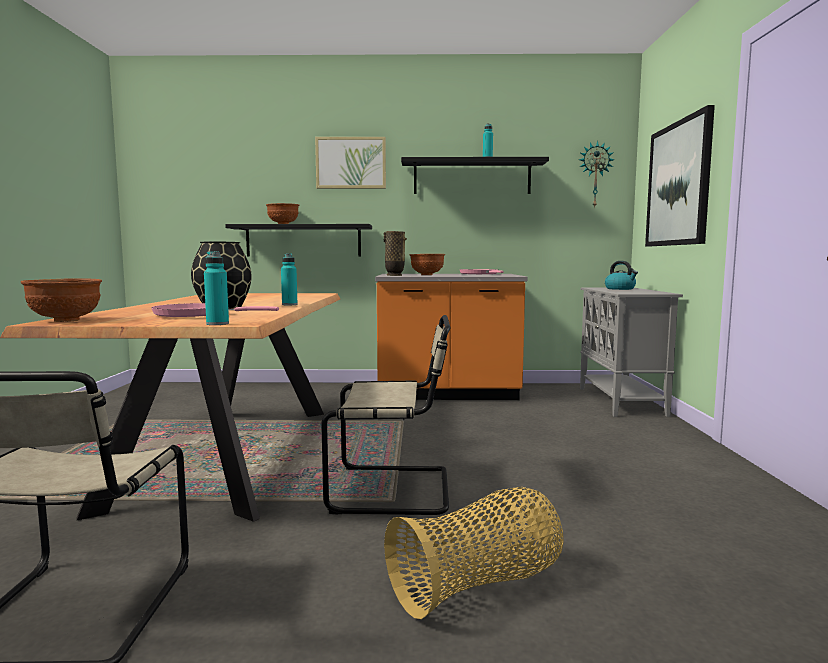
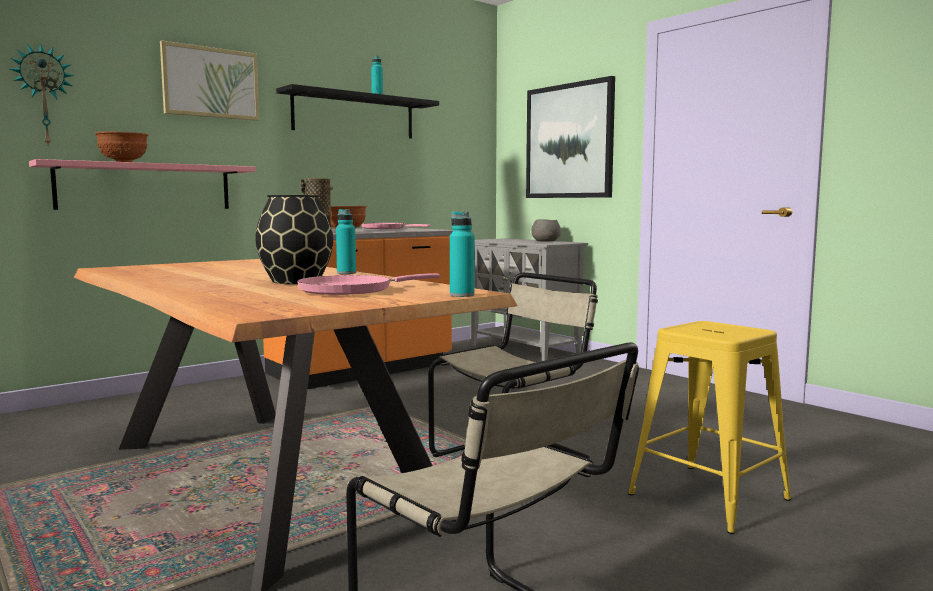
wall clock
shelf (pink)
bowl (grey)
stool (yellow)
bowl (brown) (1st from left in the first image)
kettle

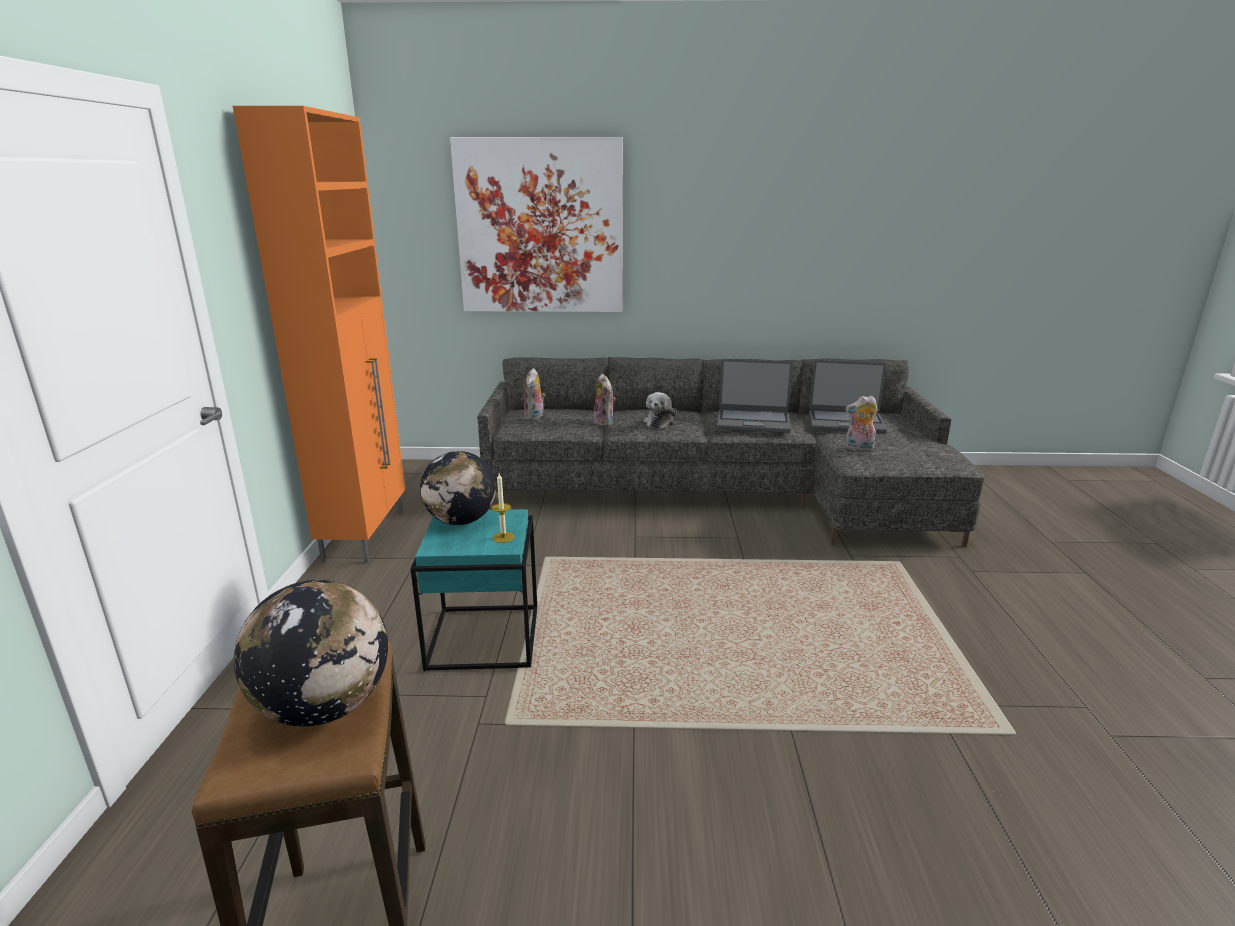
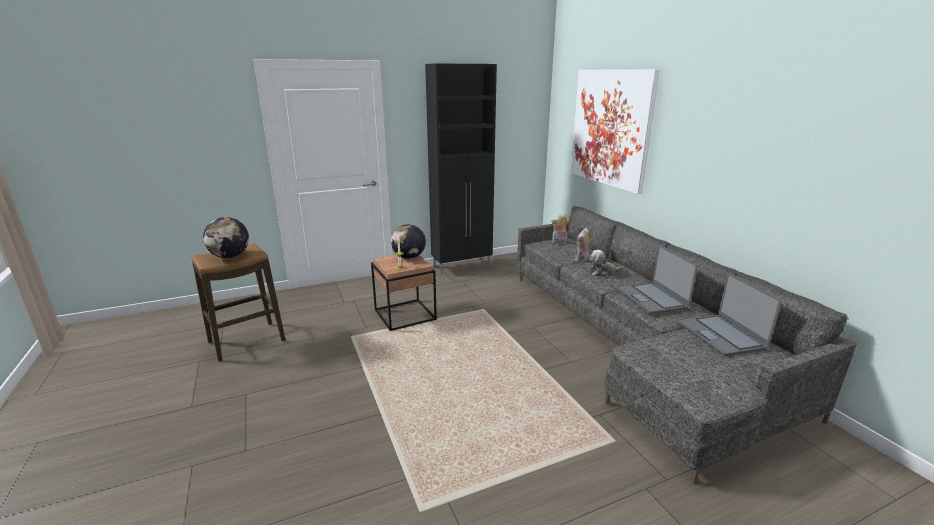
side table (brown)
cabinet (black)
plush toy (4th from left in the first image)

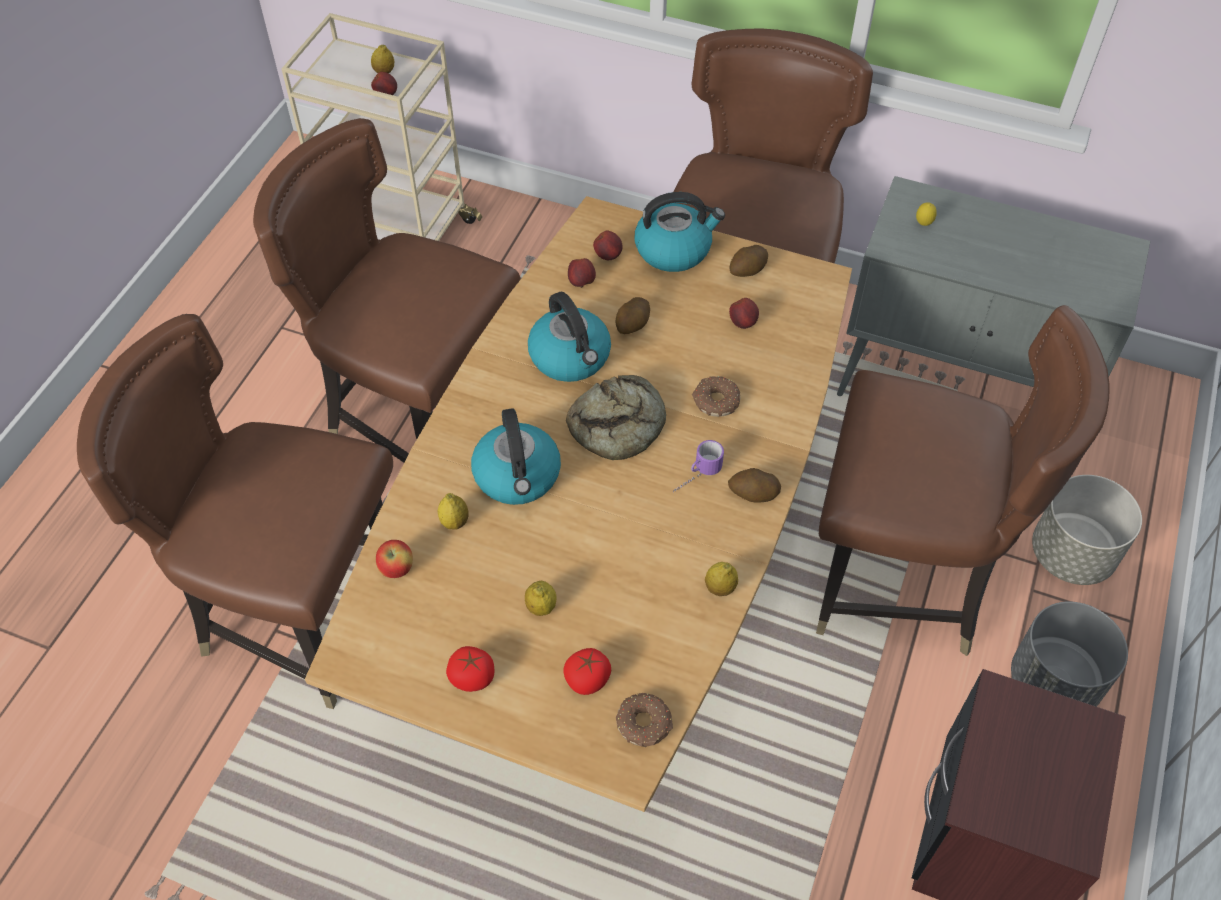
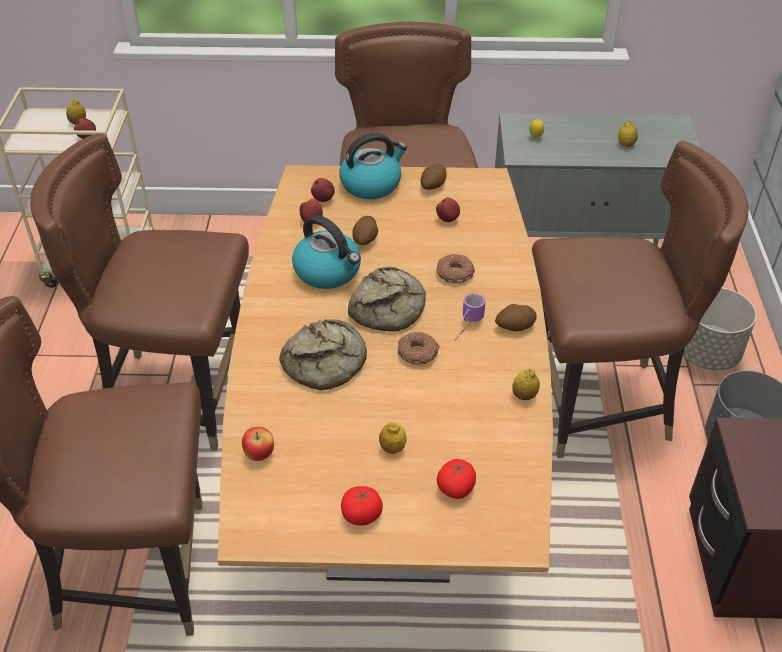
bread (1st from left)
donut (1st from left)
lemon (5th from left)

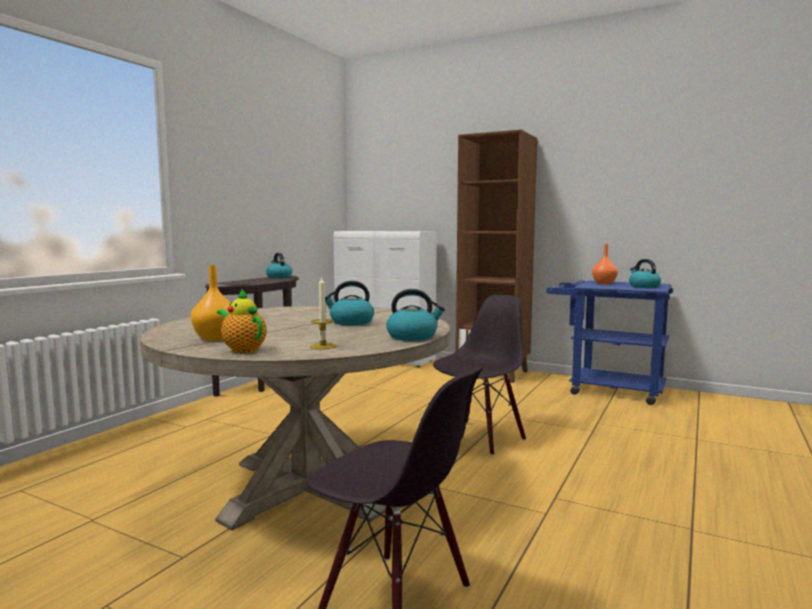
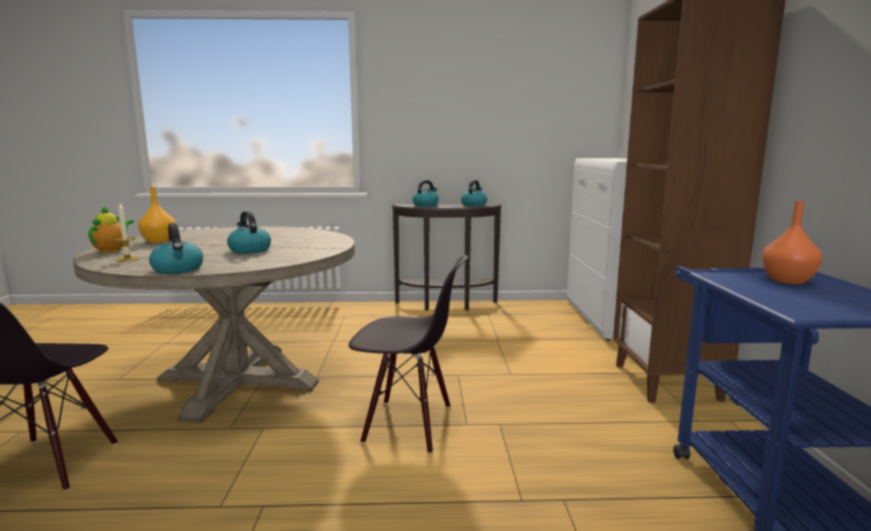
kettle (3rd from left)

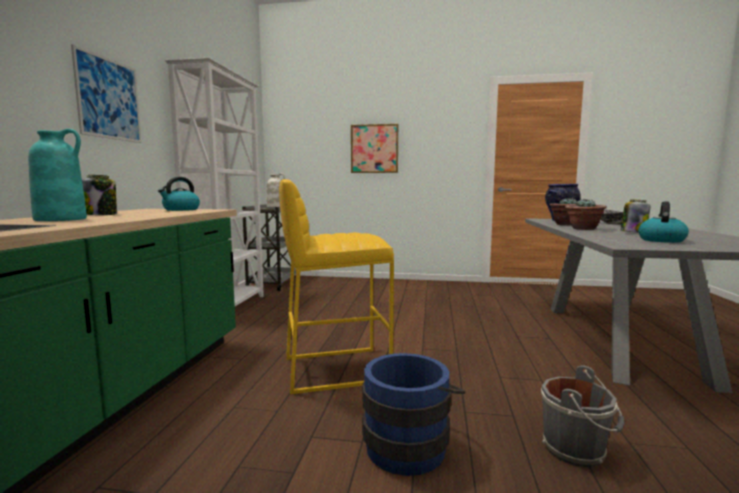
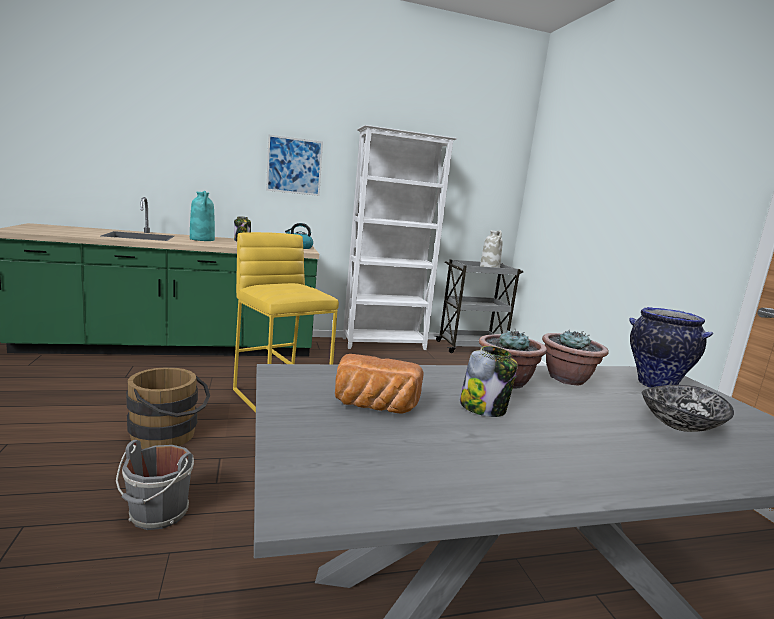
bucket (brown)
bread
picture (2nd from left in the first image)

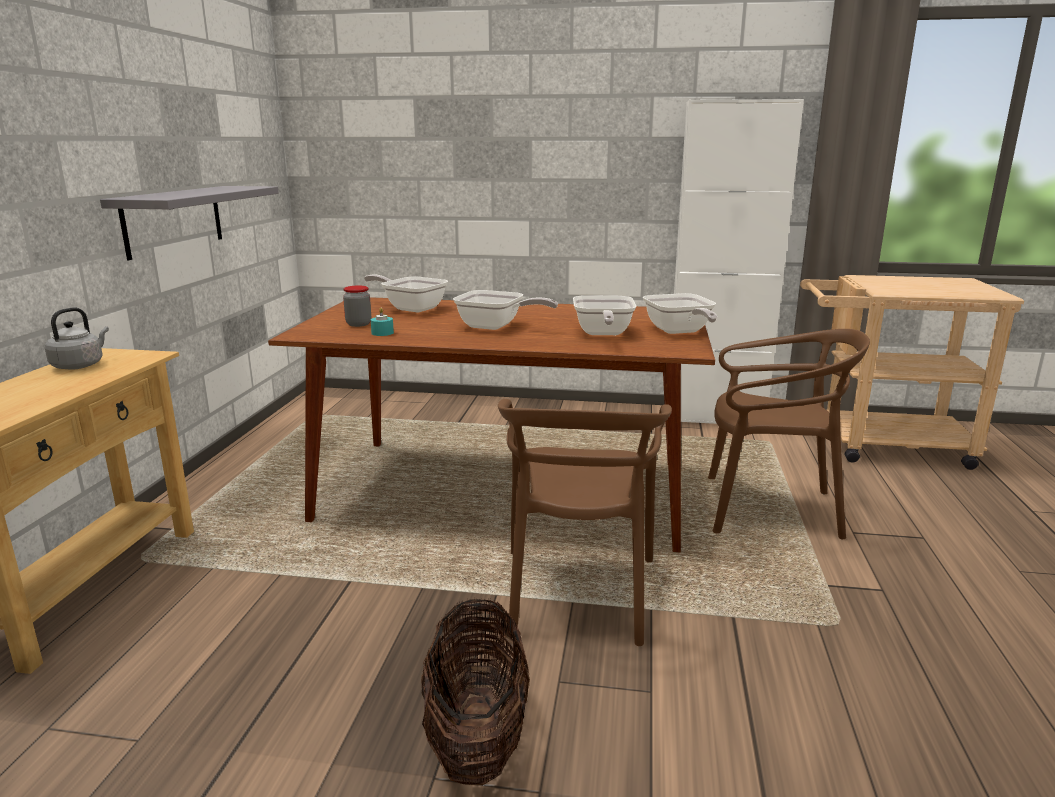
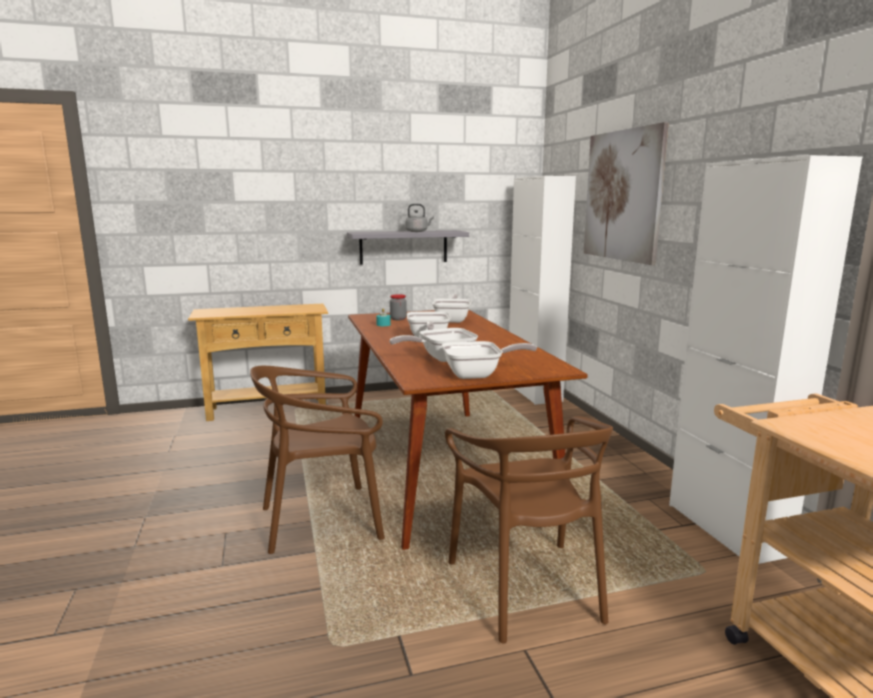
kettle (grey)
frying pan (4th from left)
cabinet (white) (1st from left)
picture
basket

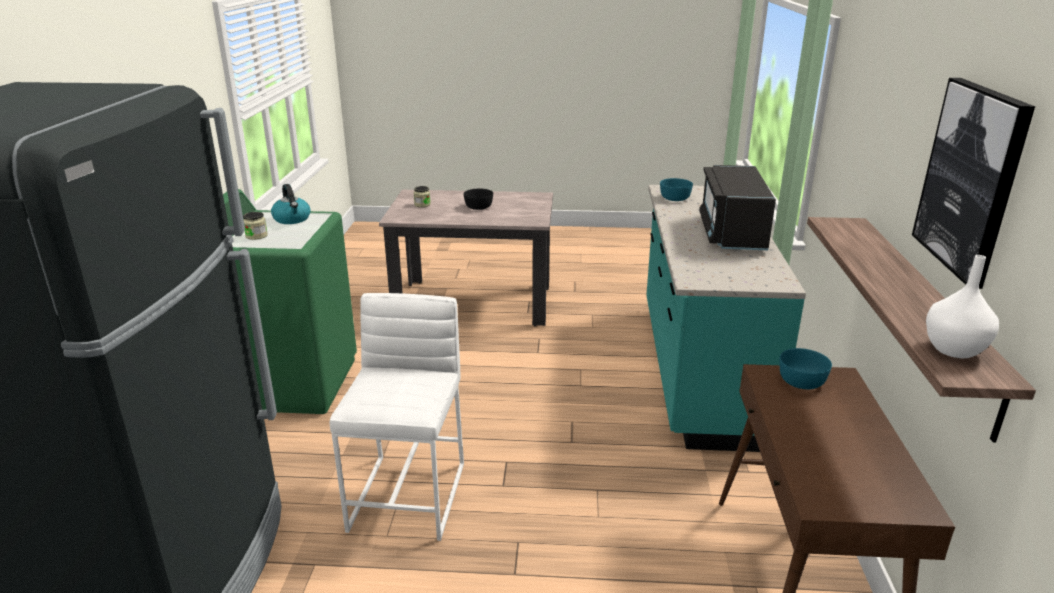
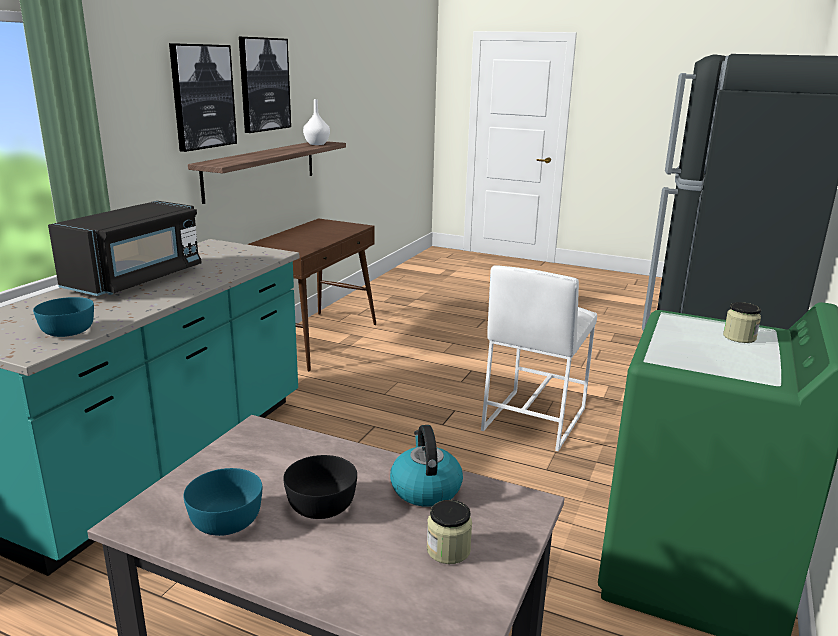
picture (1st from left)
bowl (turquoise) (2nd from left)
kettle

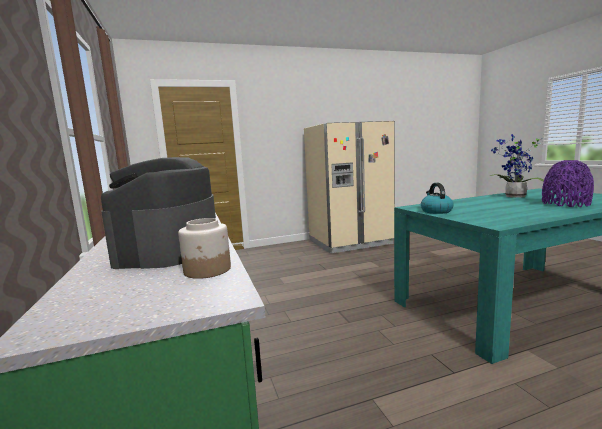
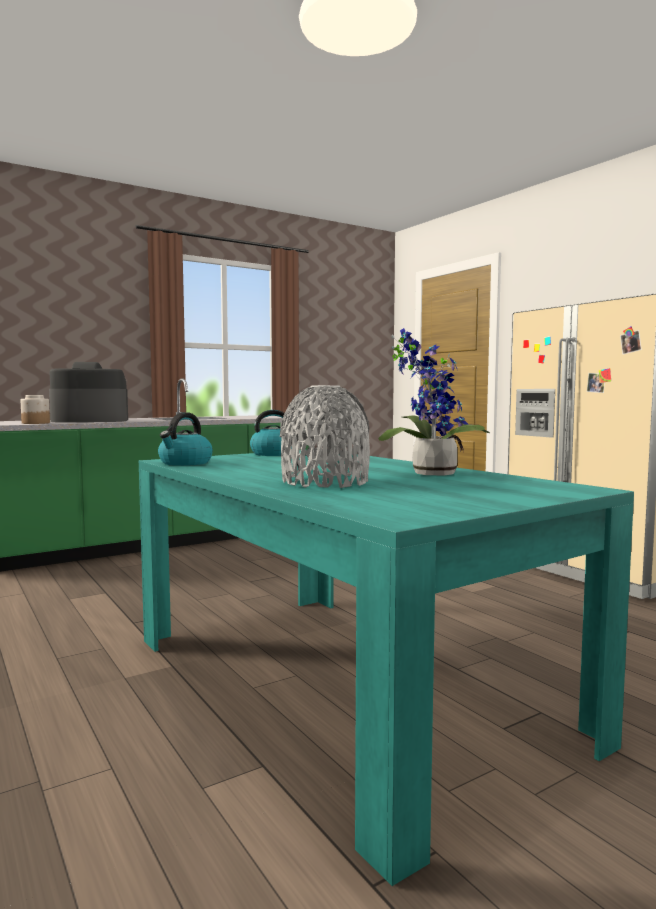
kettle (1st from left)
vase (grey)

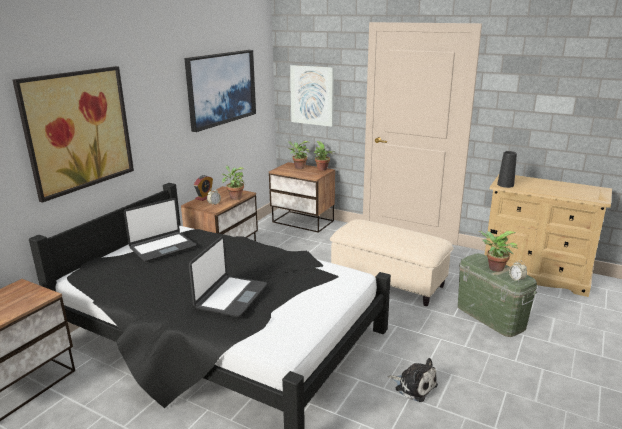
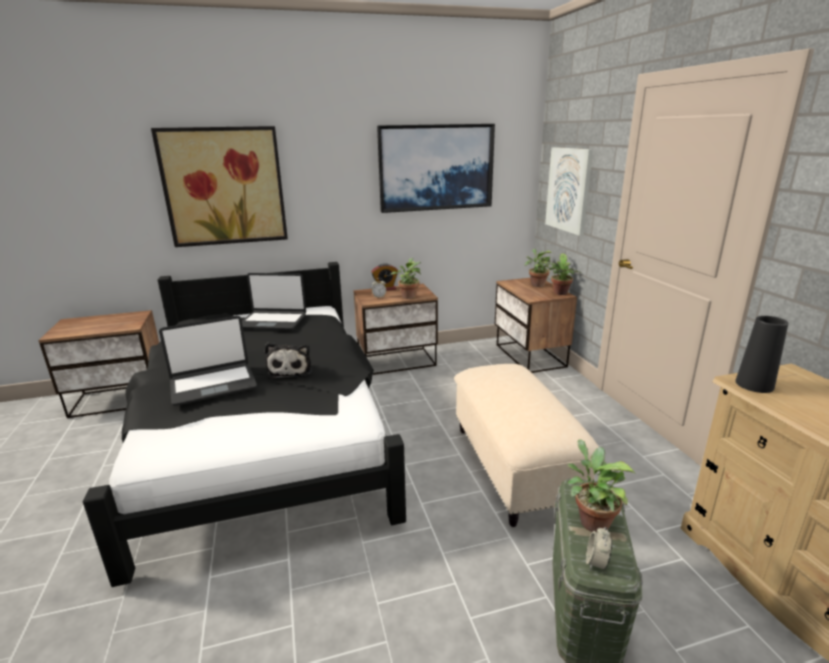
plush toy

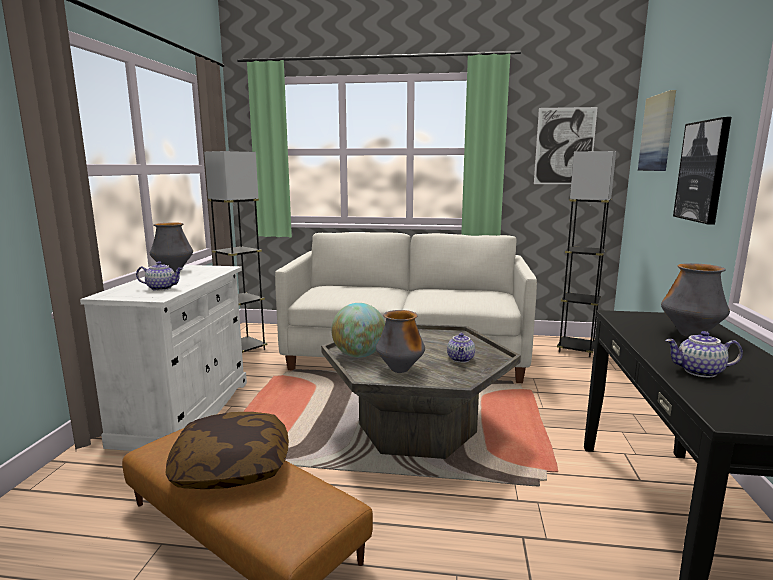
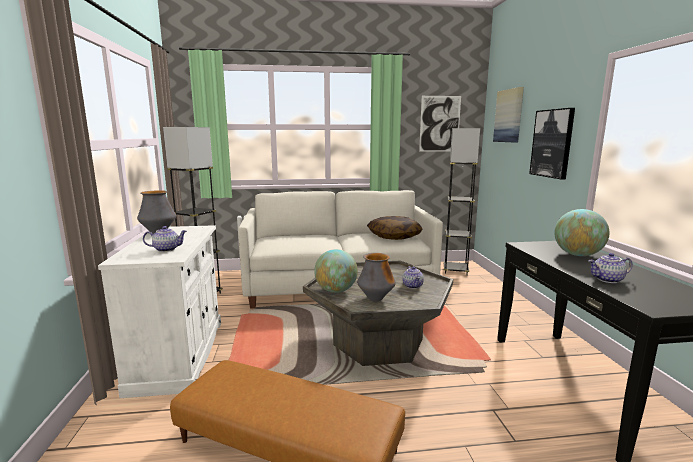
pillow
globe (2nd from left)

